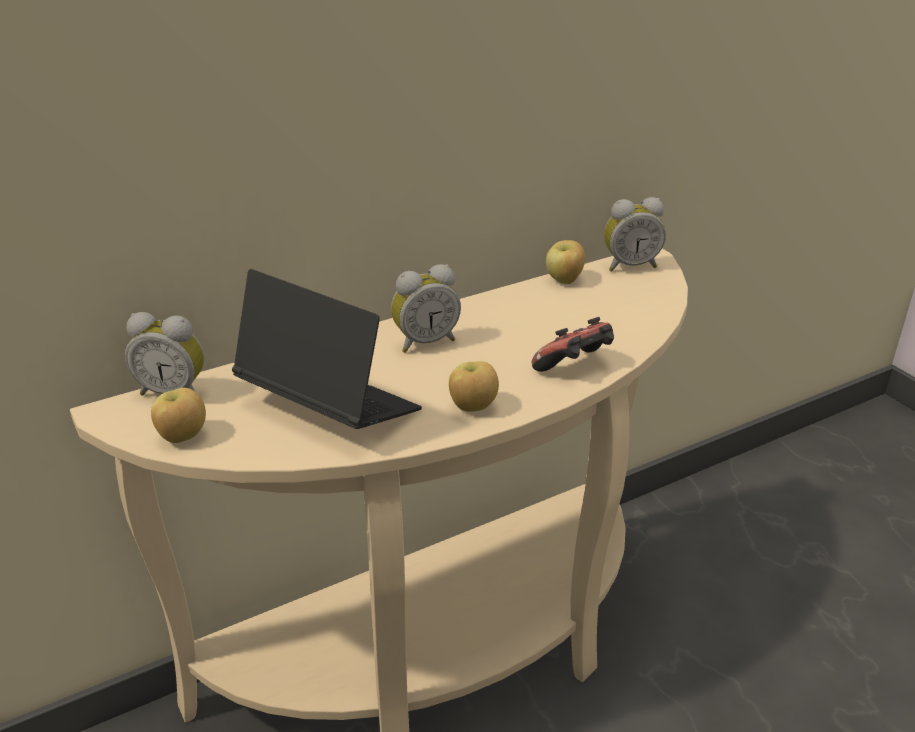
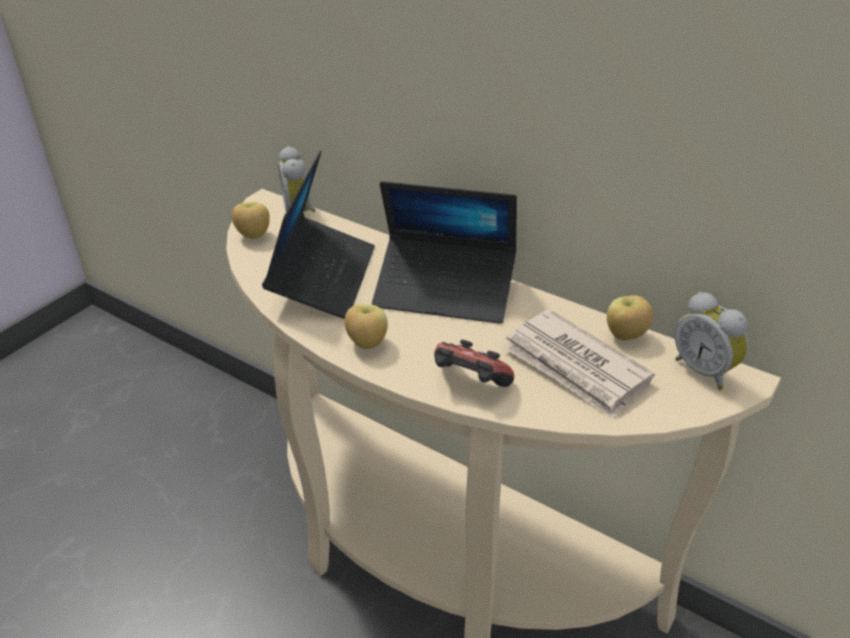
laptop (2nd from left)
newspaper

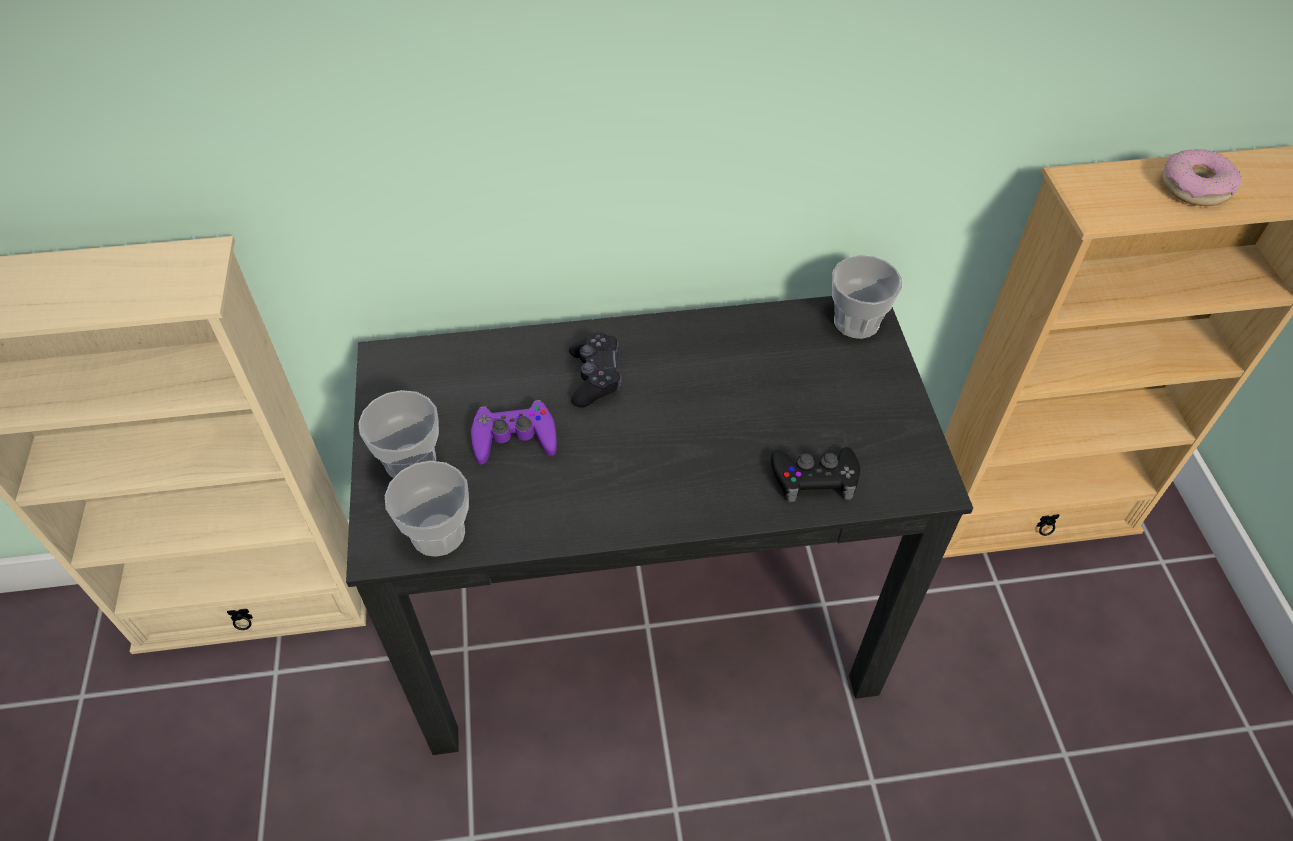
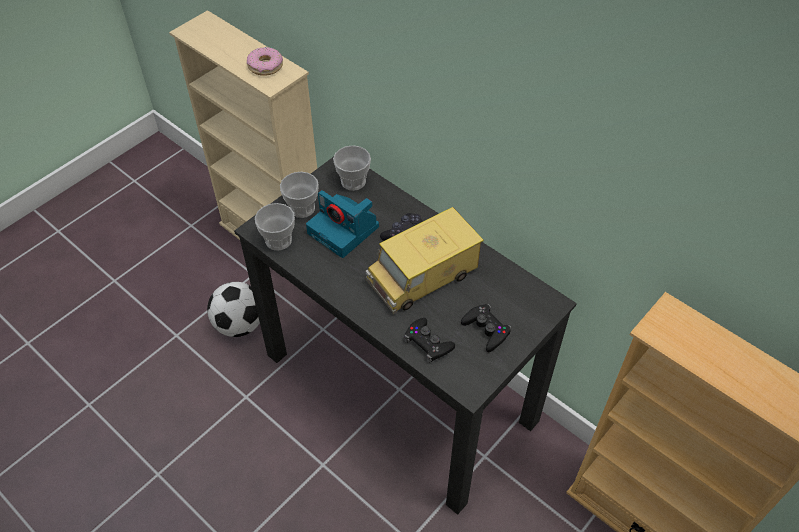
football
donut
photo camera
cup (3rd from left)
toy truck
game controller (black) (3rd from left)

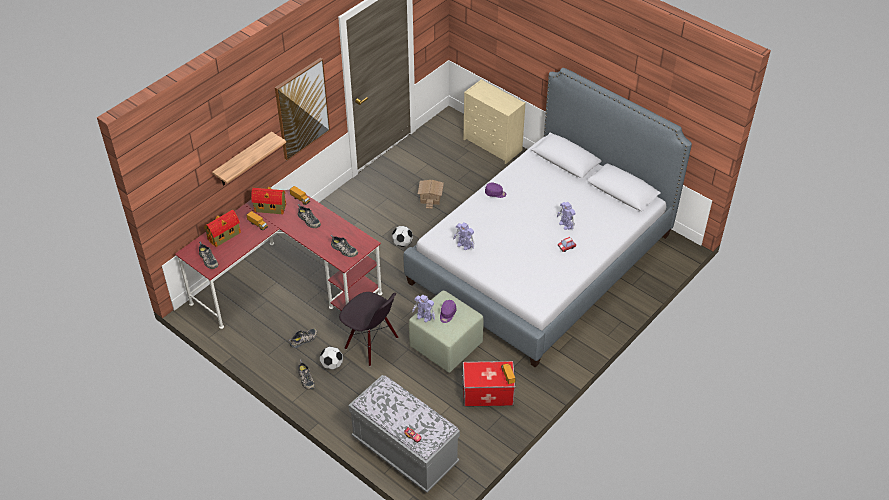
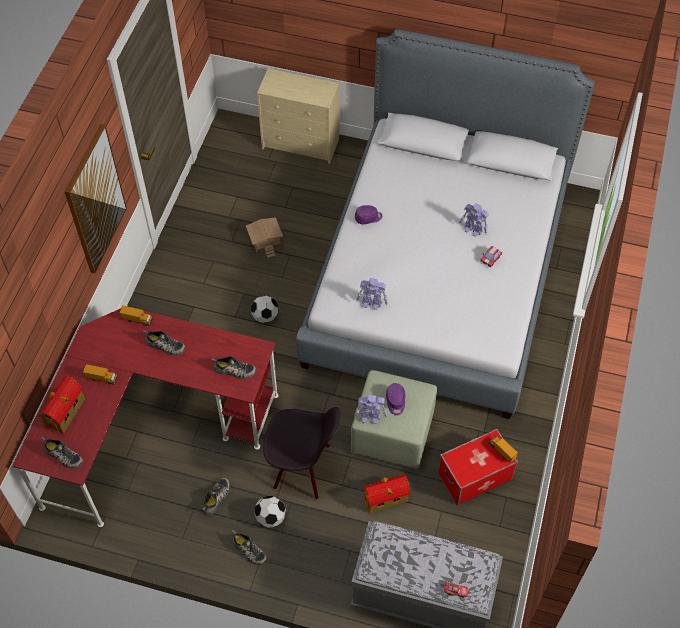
toy house (3rd from left)
shelf

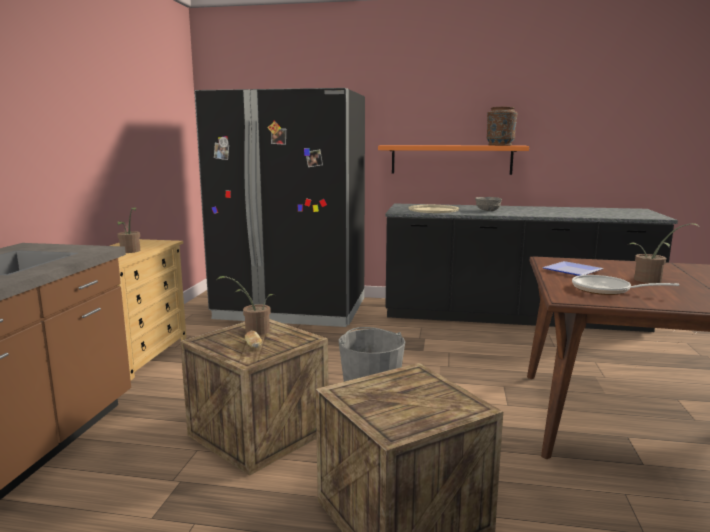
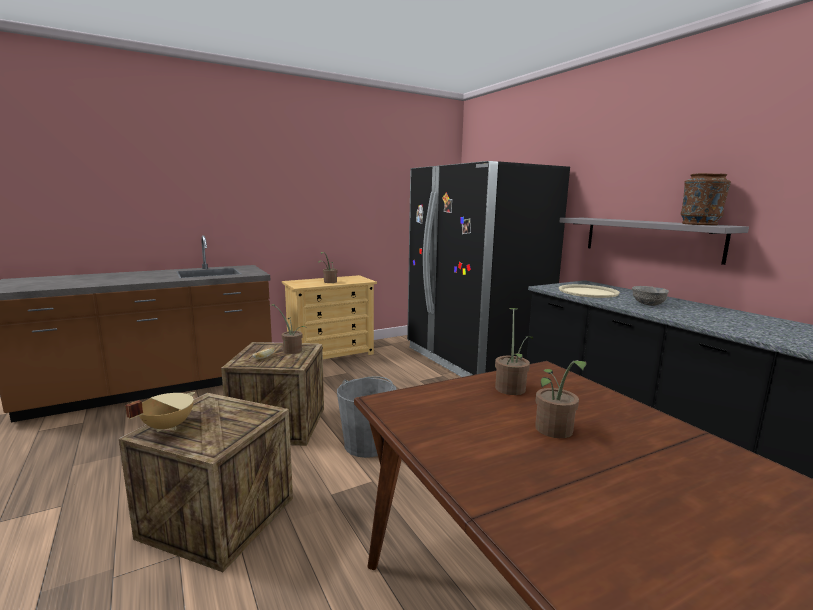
cooking pot (beige)
potted plant (3rd from left)
shelf (grey)
frying pan

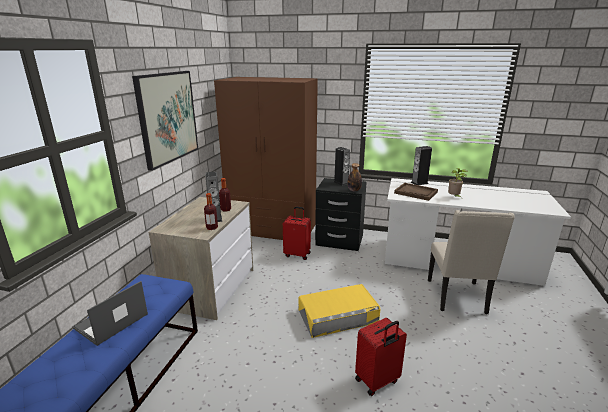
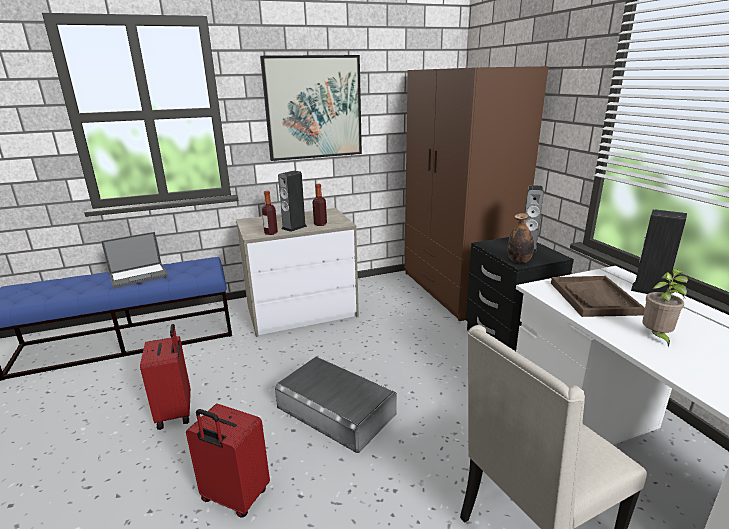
laptop
suitcase (red) (1st from left)
storage box (grey)

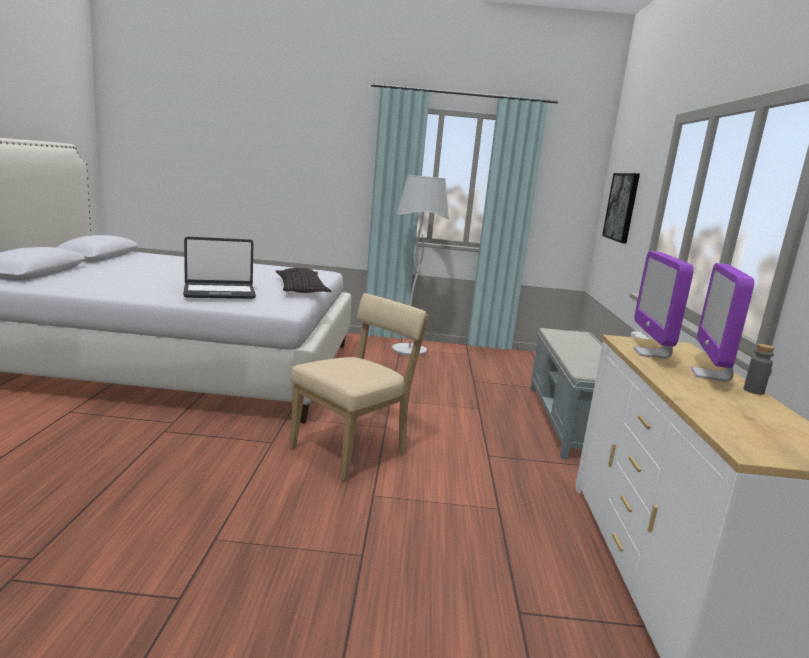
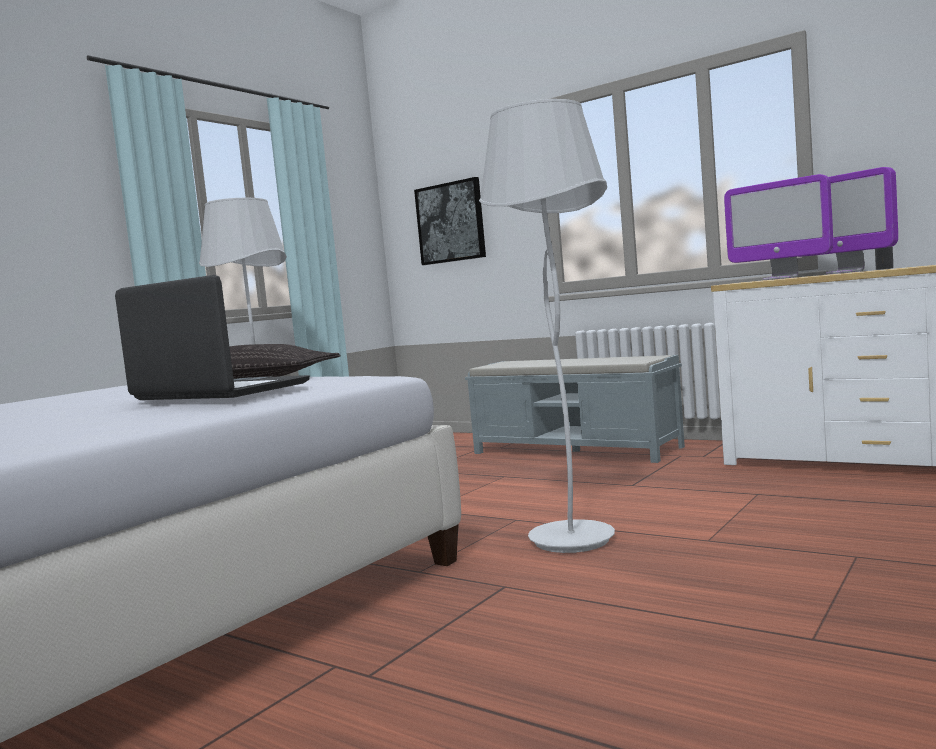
laptop
floor lamp (white) (2nd from left)

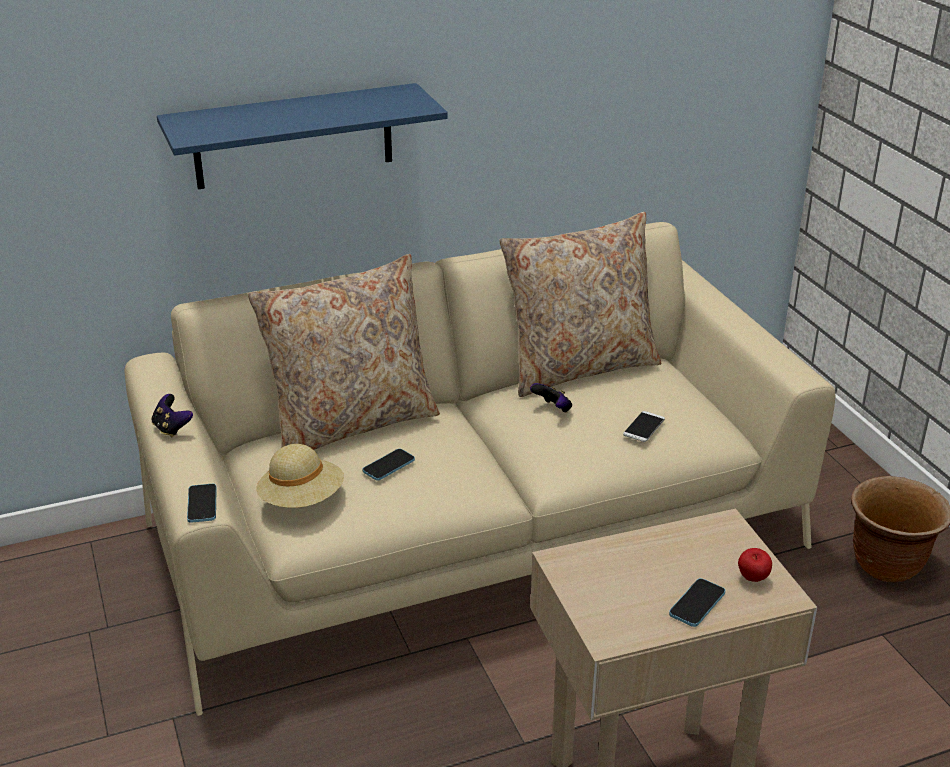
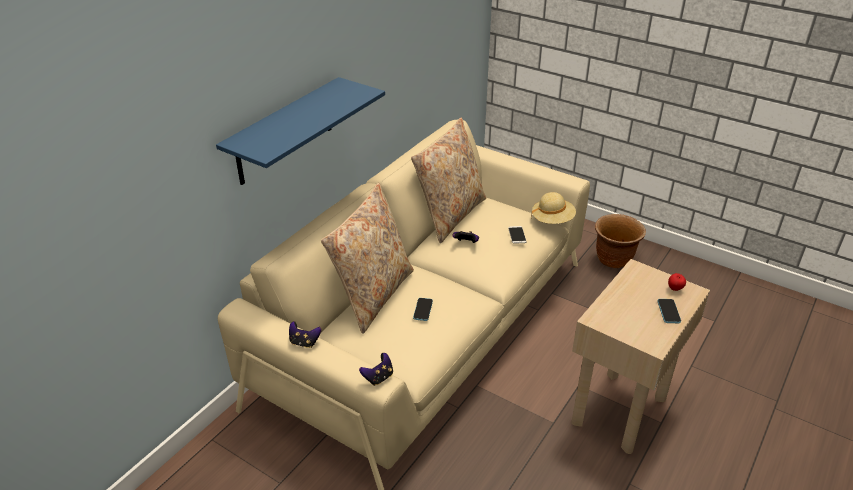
game controller (2nd from left)
hat (beige)

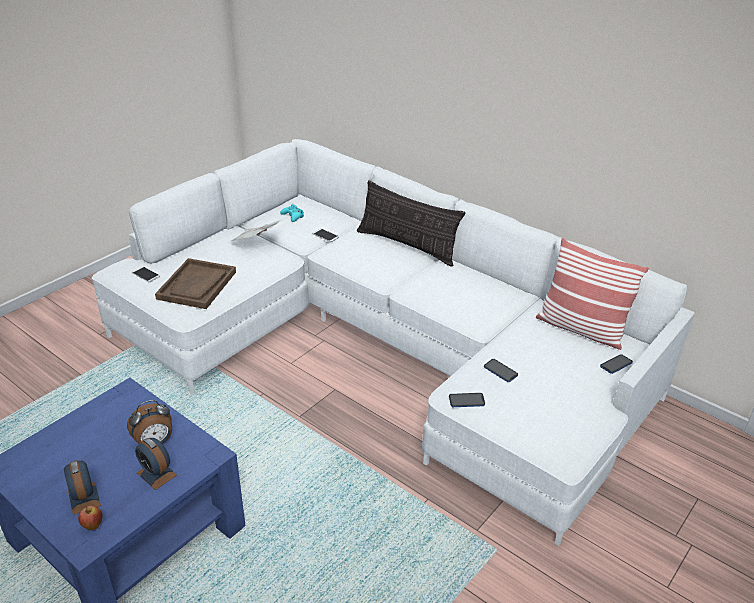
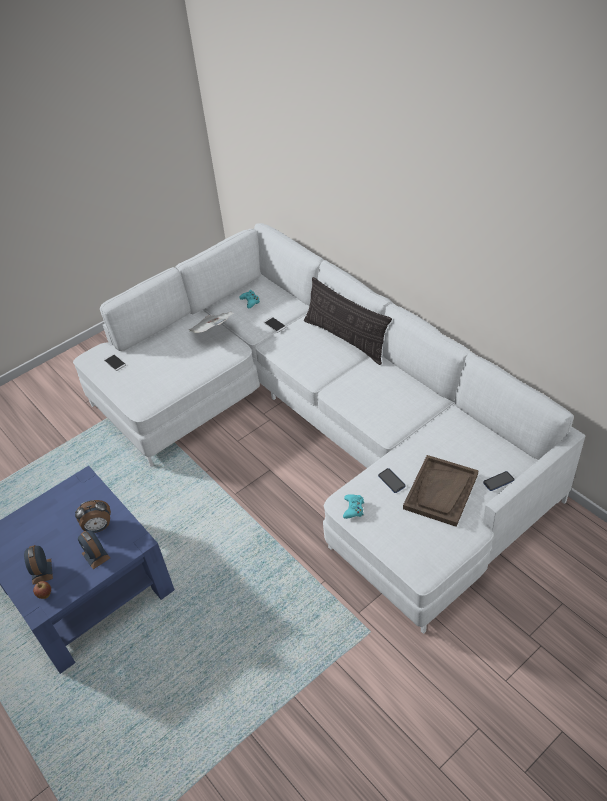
game controller (turquoise) (2nd from left)
tray (brown)
pillow (2nd from left in the first image)

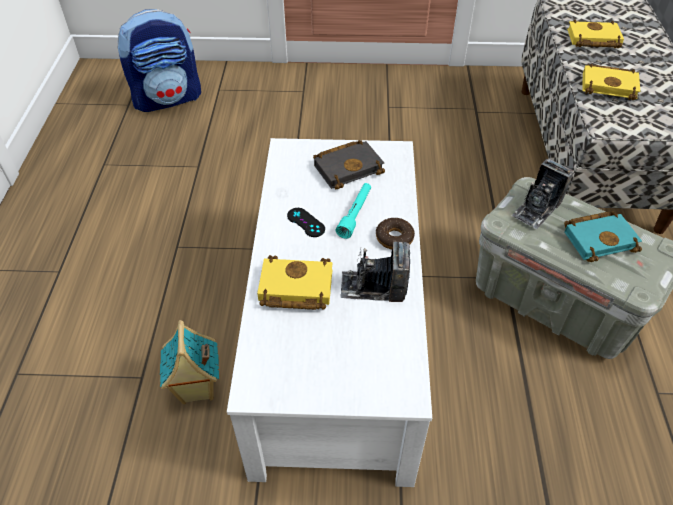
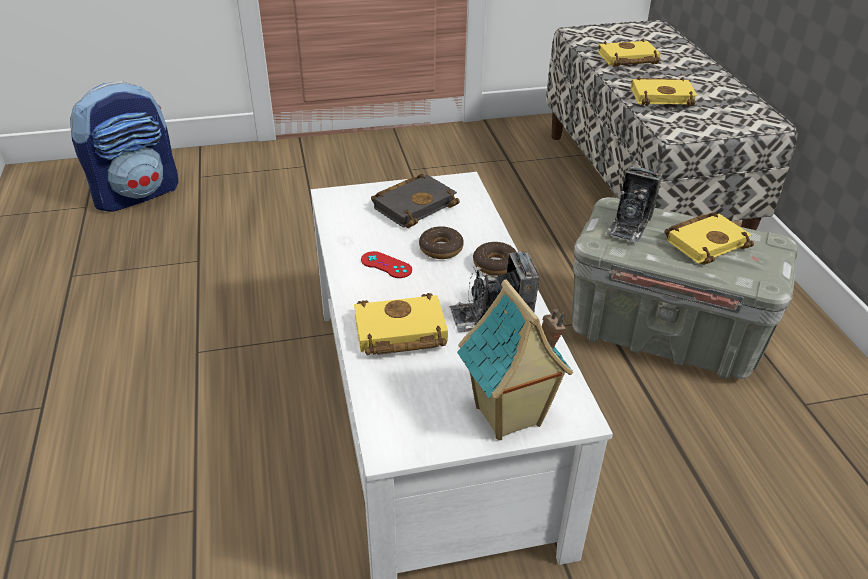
game controller (red)
donut (1st from left)
toy house
book (yellow) (4th from left)

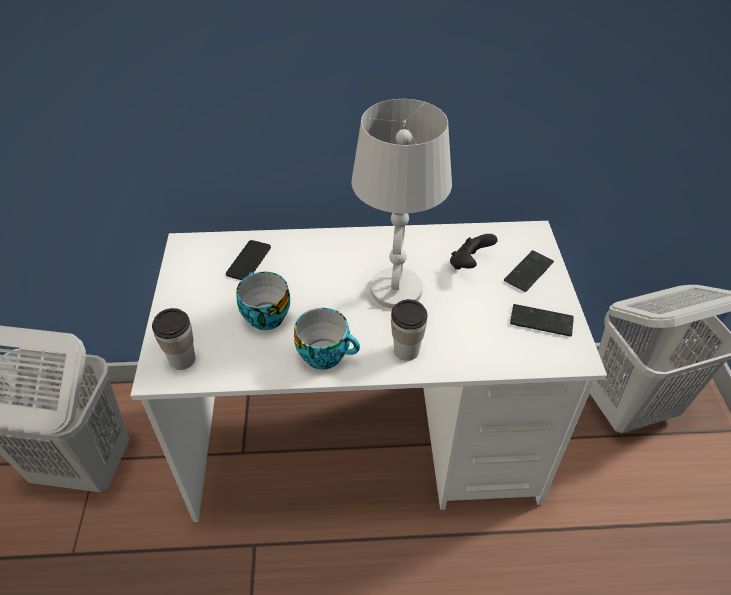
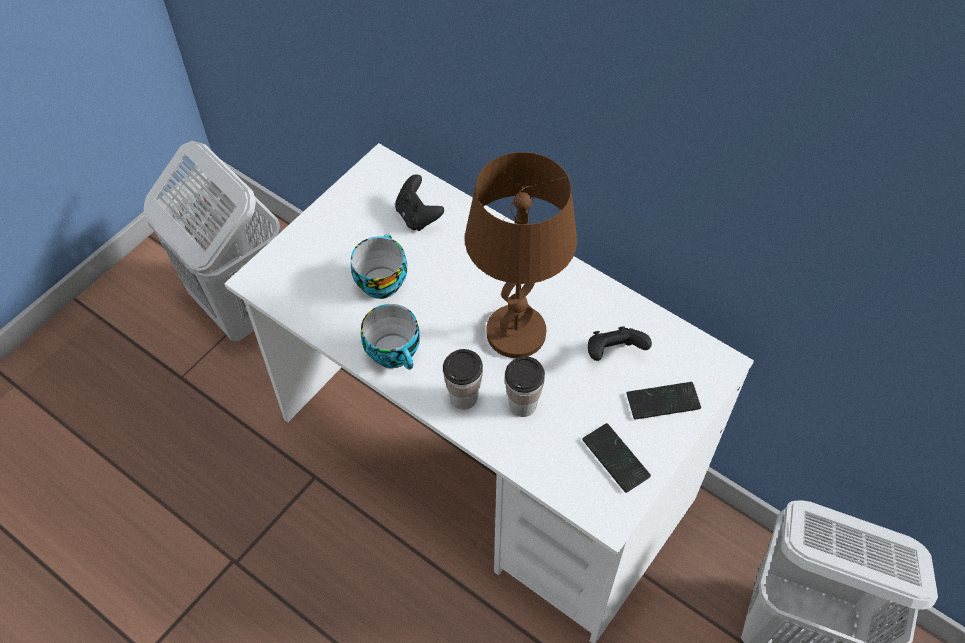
game controller (black) (1st from left)
table lamp (brown)
cup (4th from left)

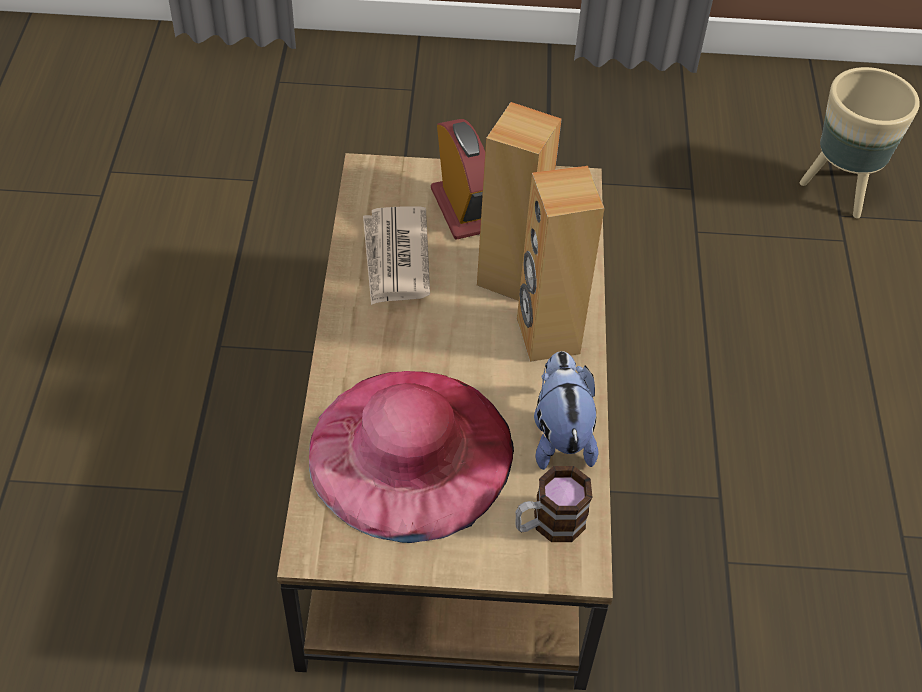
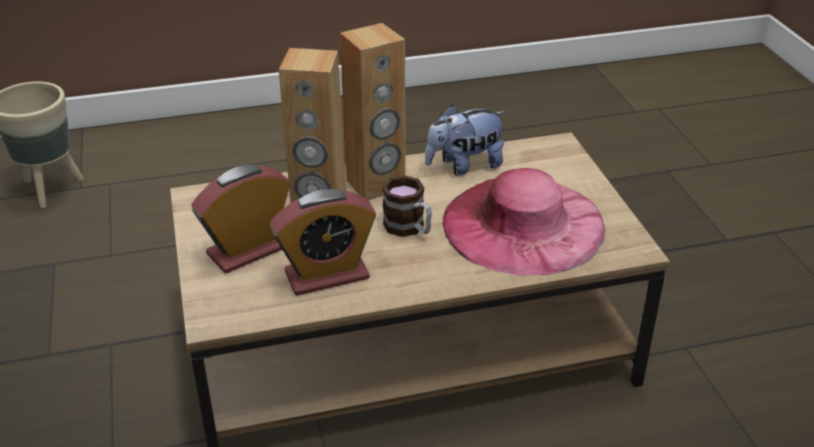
alarm clock (2nd from left)
mug

